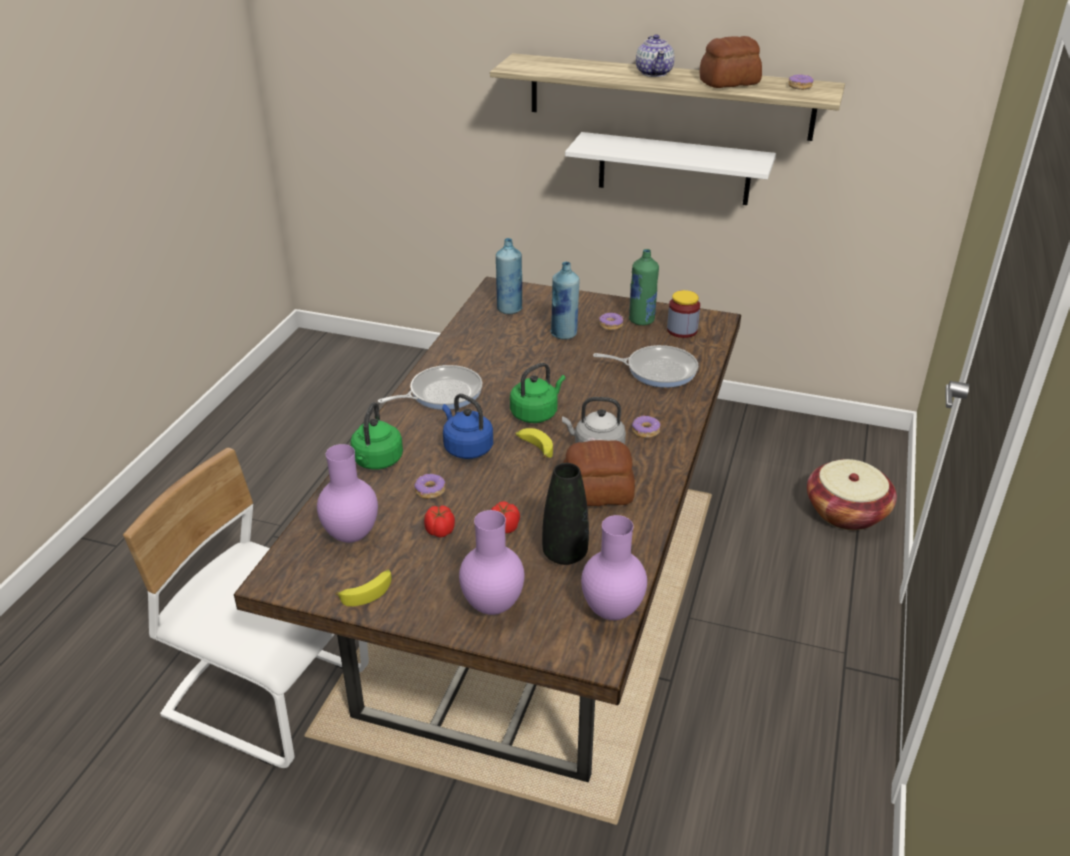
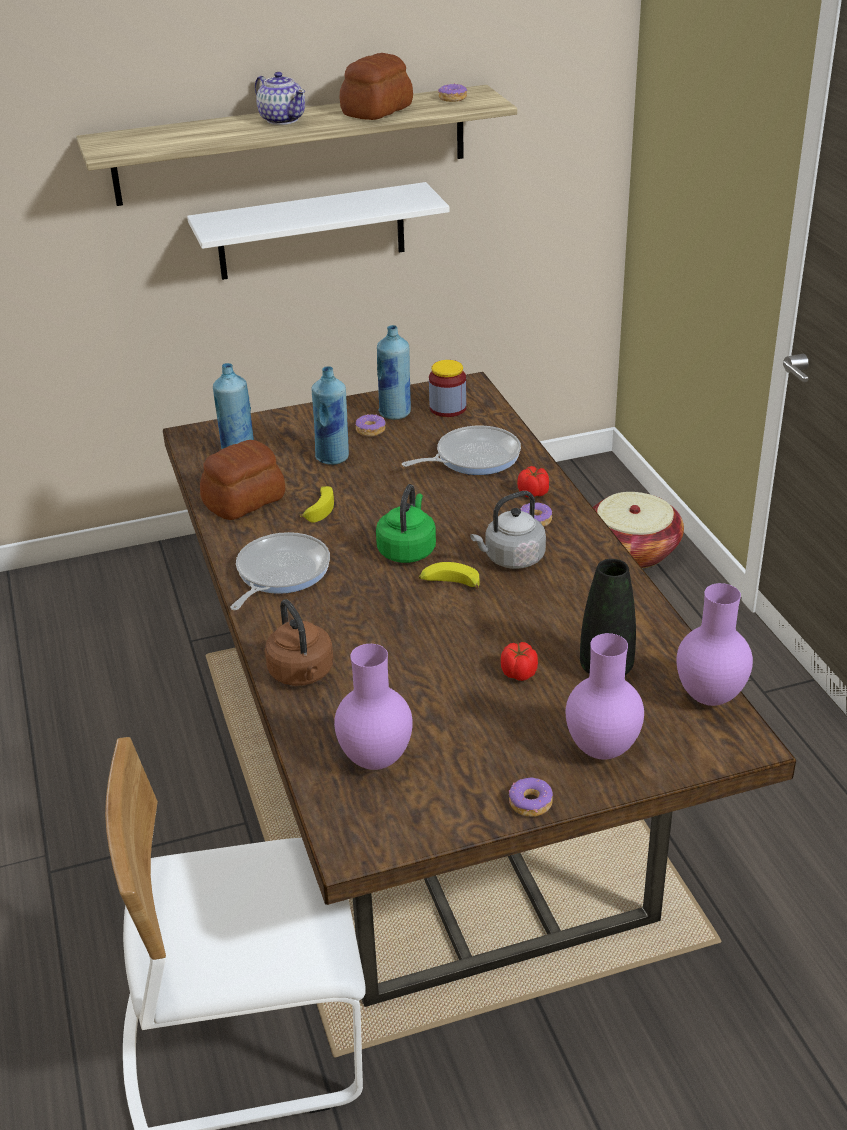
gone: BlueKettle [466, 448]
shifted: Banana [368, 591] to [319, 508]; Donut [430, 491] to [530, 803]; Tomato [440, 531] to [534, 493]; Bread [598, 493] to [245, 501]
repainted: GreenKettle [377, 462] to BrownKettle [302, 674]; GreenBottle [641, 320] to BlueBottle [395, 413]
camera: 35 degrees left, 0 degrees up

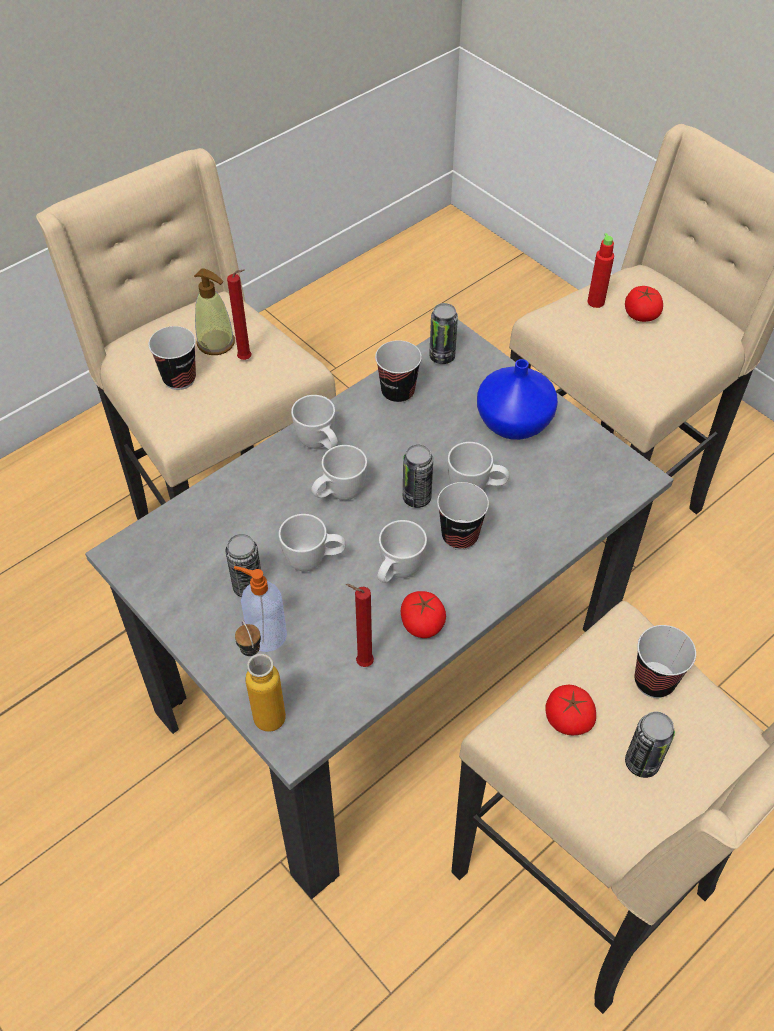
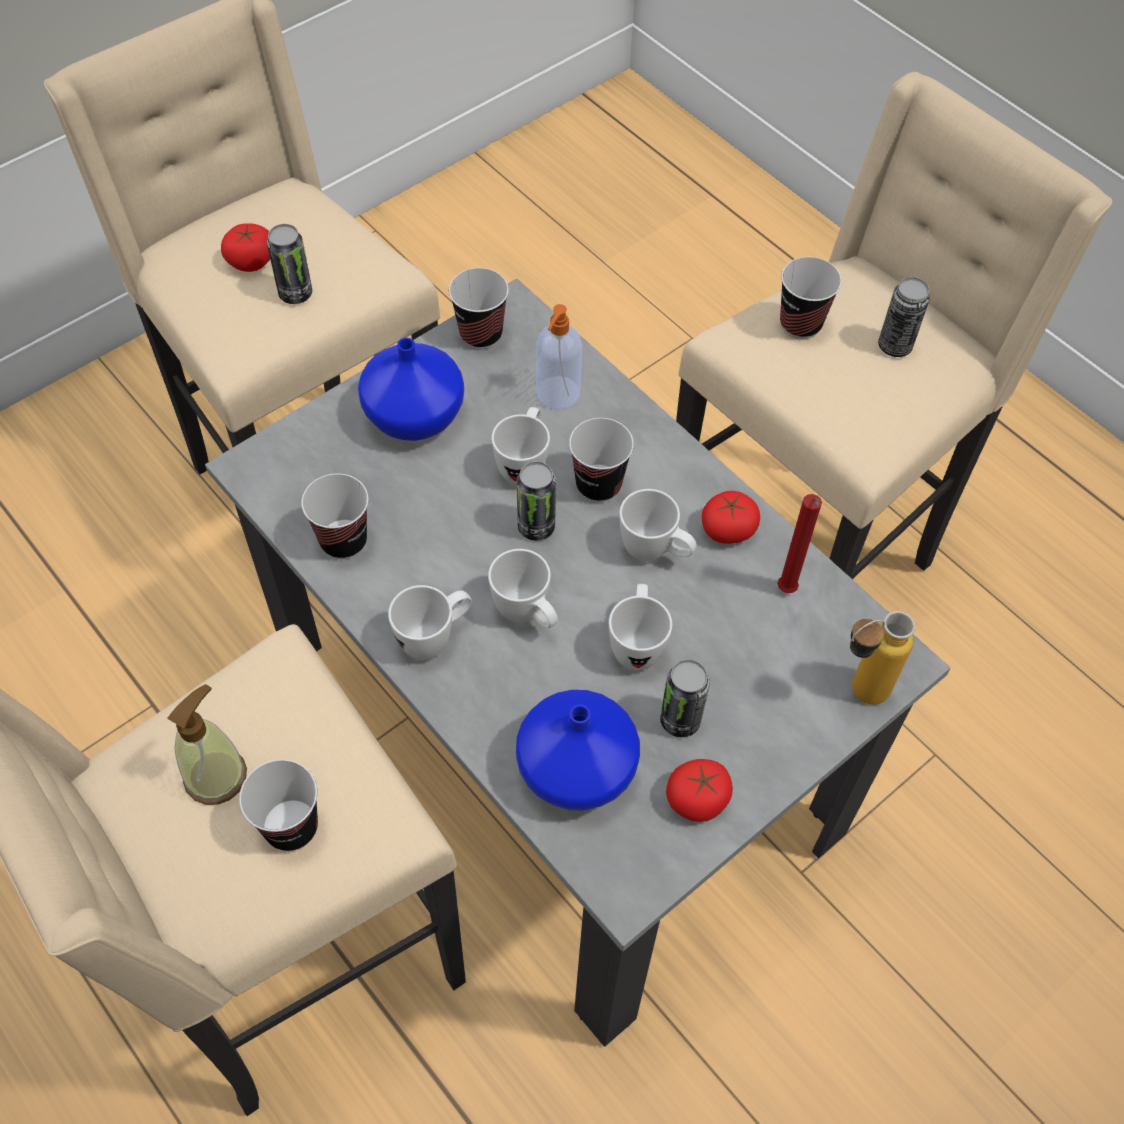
gone: RedCandle [247, 359]; RedBottle [596, 302]
new: Cup [481, 334]; BlueVase [574, 770]
shifted: SoapDispenser [265, 635] to [557, 394]; Can [442, 356] to [295, 293]; Tomato [568, 719] to [697, 799]
camera: 90 degrees left, 5 degrees up

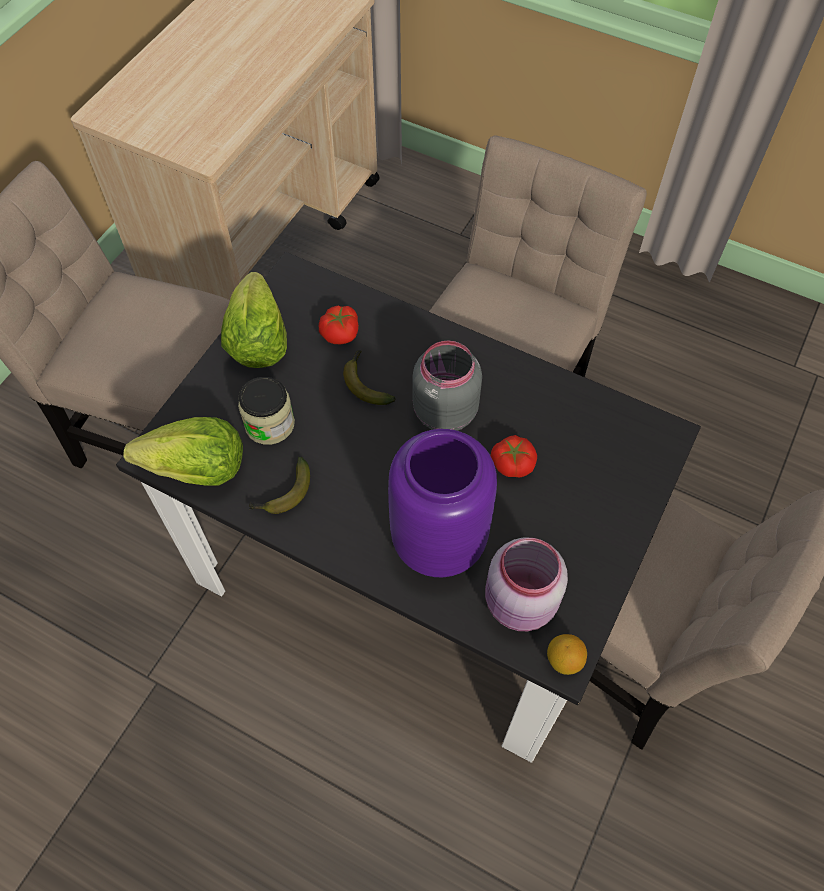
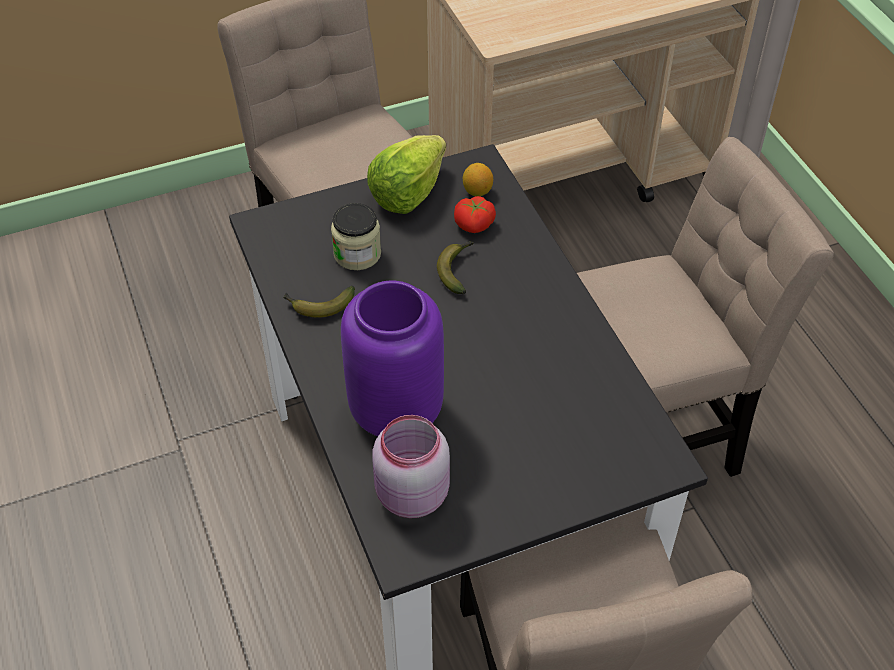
gone: Lettuce [197, 470]; GreyJar [443, 411]; Tomato [512, 463]
shifted: Lemon [564, 660] to [477, 191]
camera: 40 degrees right, 10 degrees down

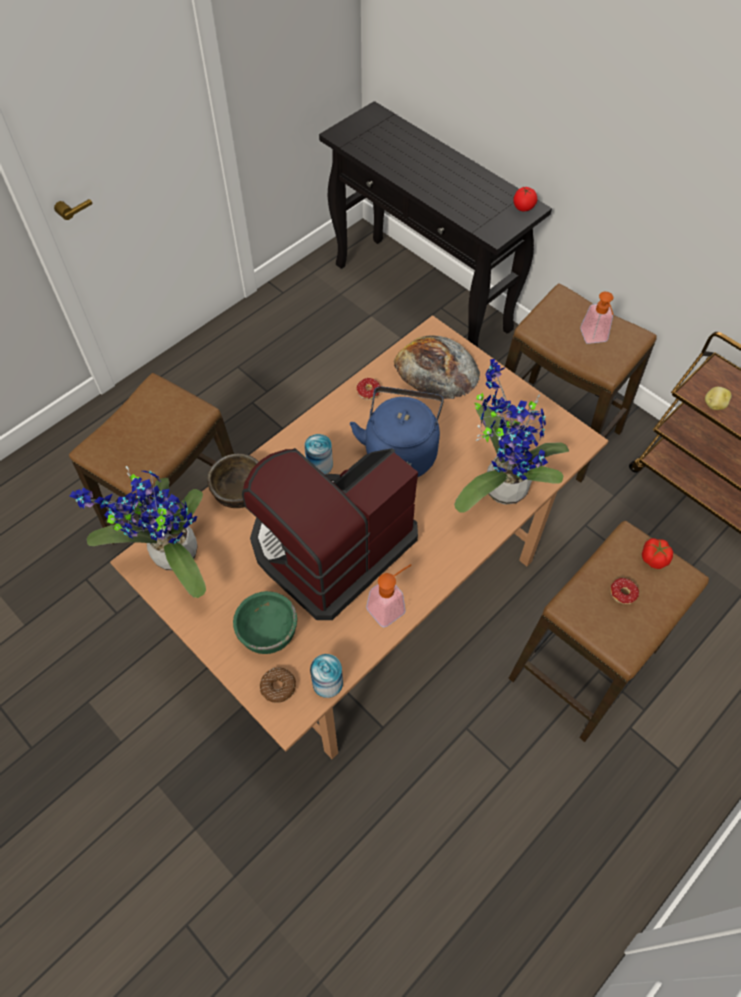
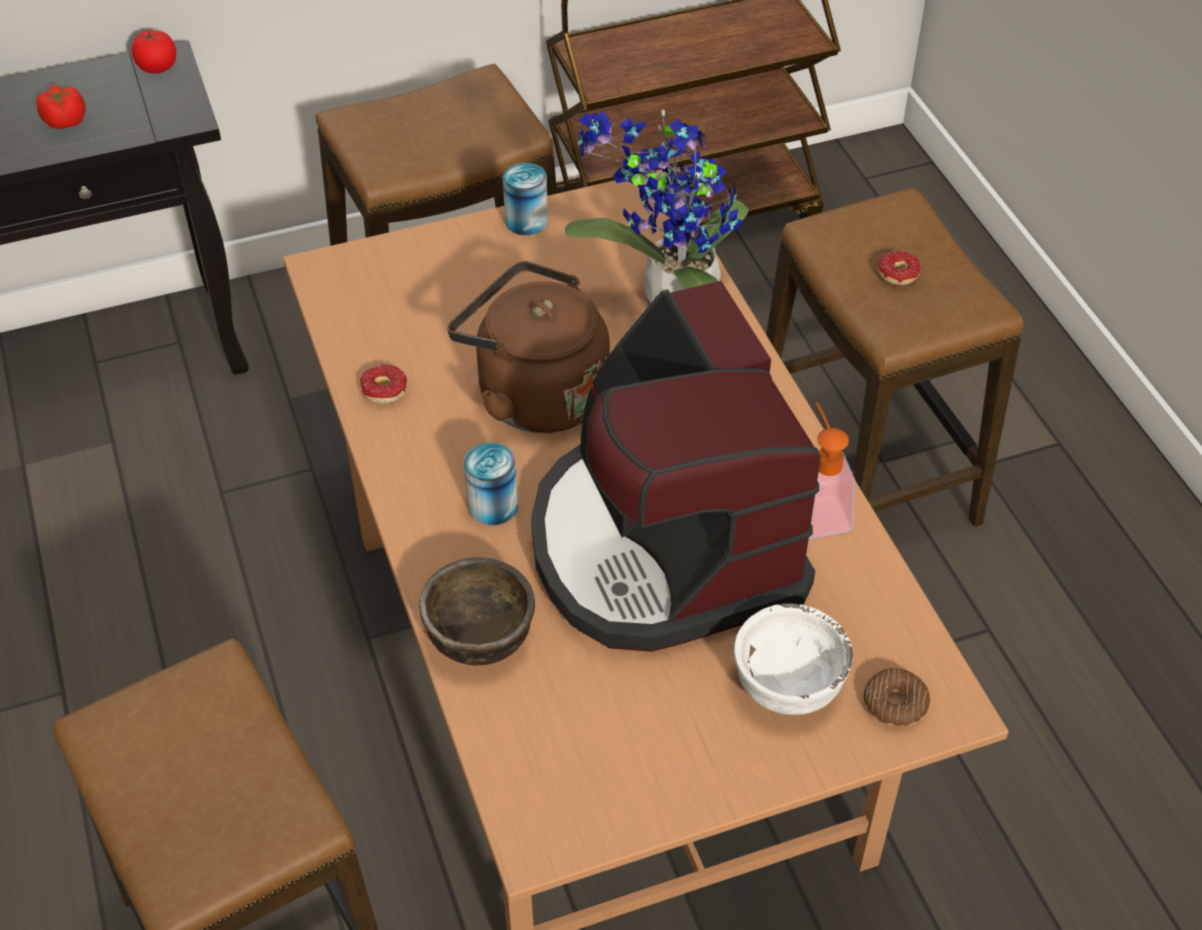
gone: PottedPlant [170, 557]; Bread [436, 368]; SoapDispenser [594, 339]; Potato [714, 404]
shifted: Can [327, 683] to [526, 221]; Tomato [653, 558] to [65, 121]
repainted: GreenBowl [268, 633] to WhiteBowl [789, 686]; BlueKettle [400, 451] to BrownKettle [535, 394]
camera: 65 degrees left, 10 degrees down

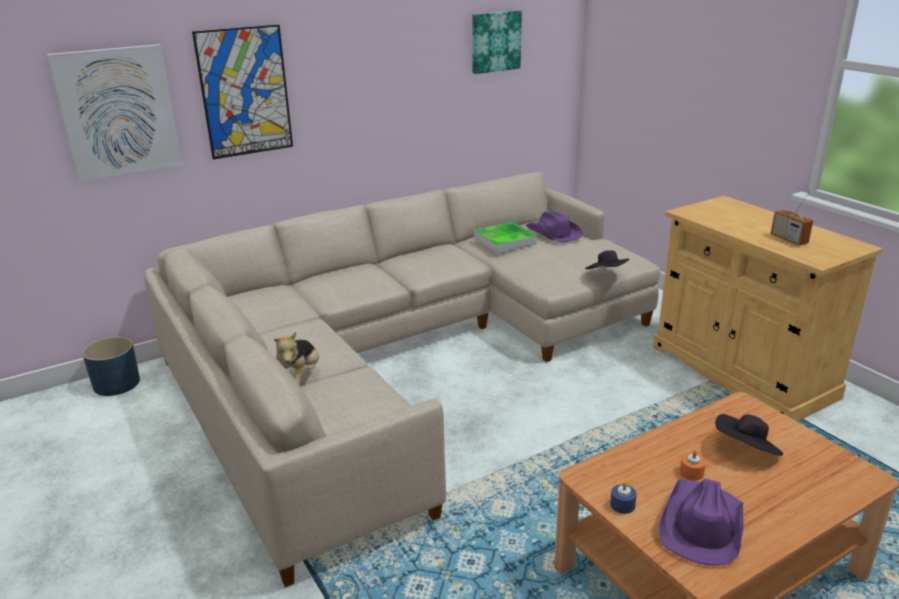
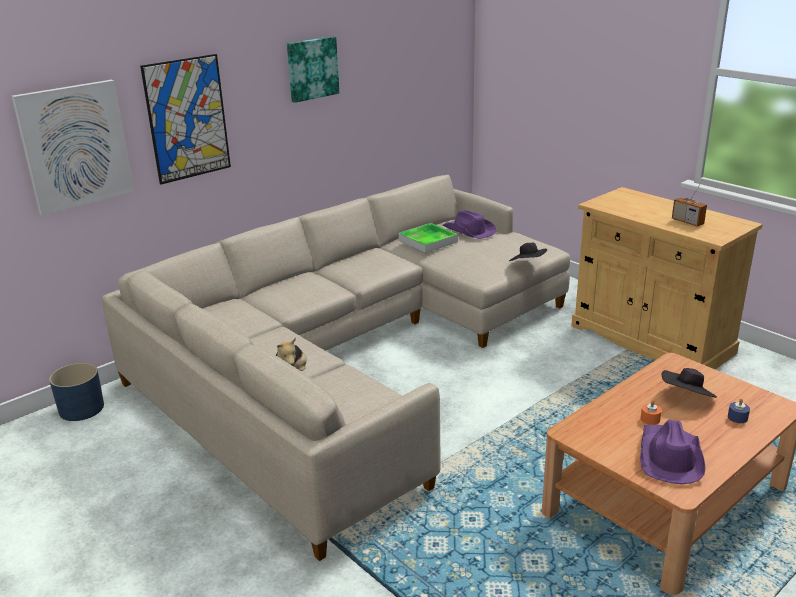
shifted: Picture [495, 41] to [312, 68]; BlueCandle [622, 505] to [737, 417]
camera: 10 degrees left, 0 degrees up

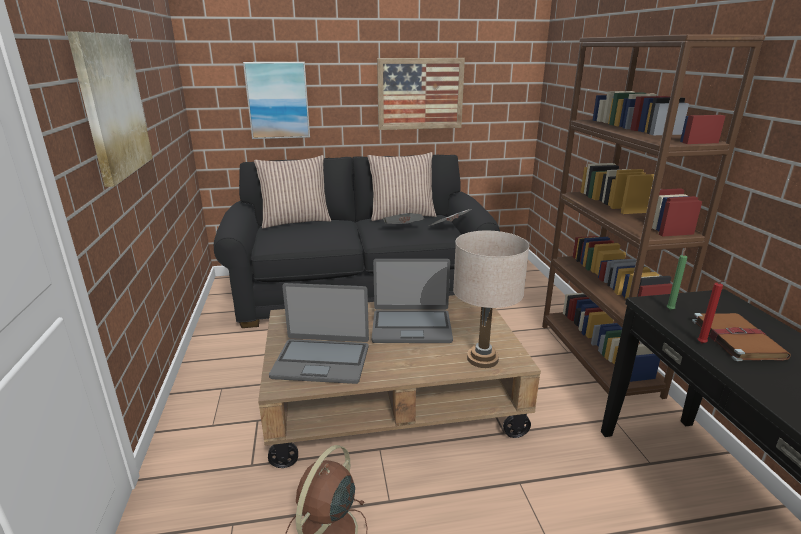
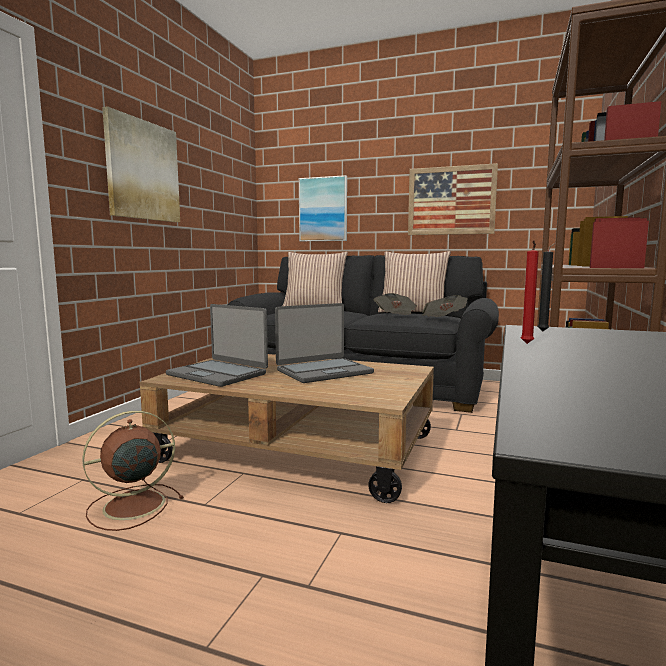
gone: BeigeTableLamp [482, 358]; BrownBook [735, 338]
repainted: GreenCandle [670, 309] to BlackCandle [544, 331]
rotated: Laptop [411, 327] = [323, 371] 60 degrees counterclockwise
camera: 30 degrees right, 15 degrees down

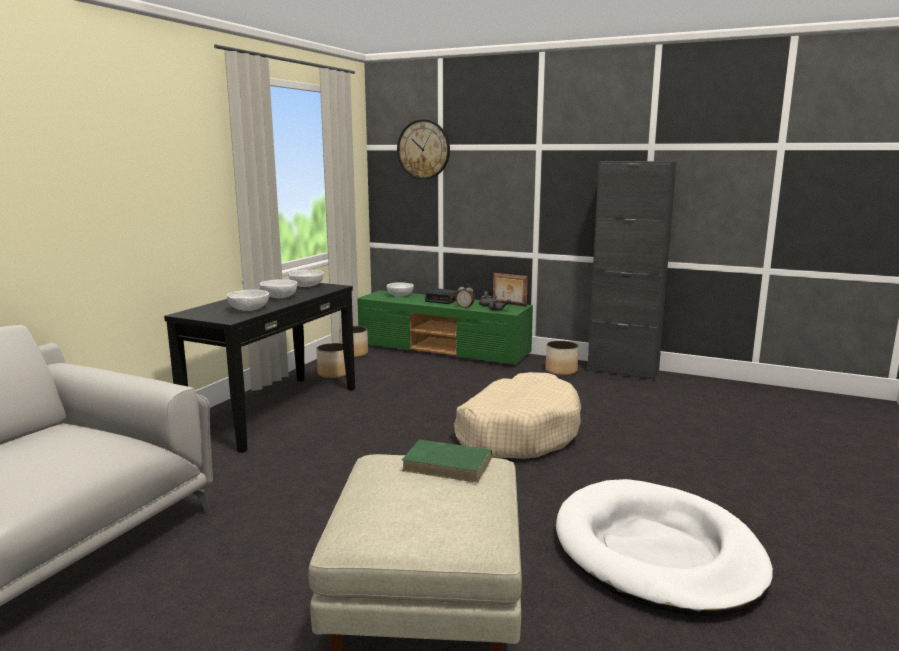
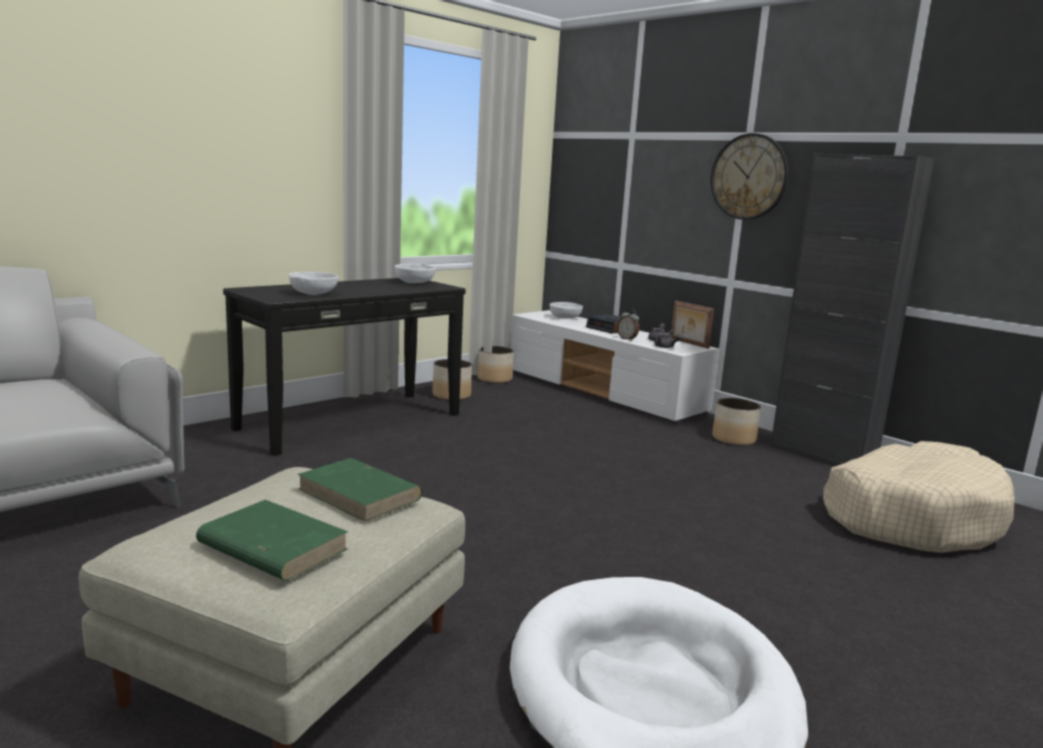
gone: WhiteBowl [279, 297]
new: GreenBook [271, 546]
shifted: WallClock [423, 149] to [749, 177]; BeigeDogBed [517, 433] to [911, 517]
repainted: GreenTvStand [443, 350] to WhiteTvStand [603, 392]
camera: 20 degrees right, 0 degrees up

